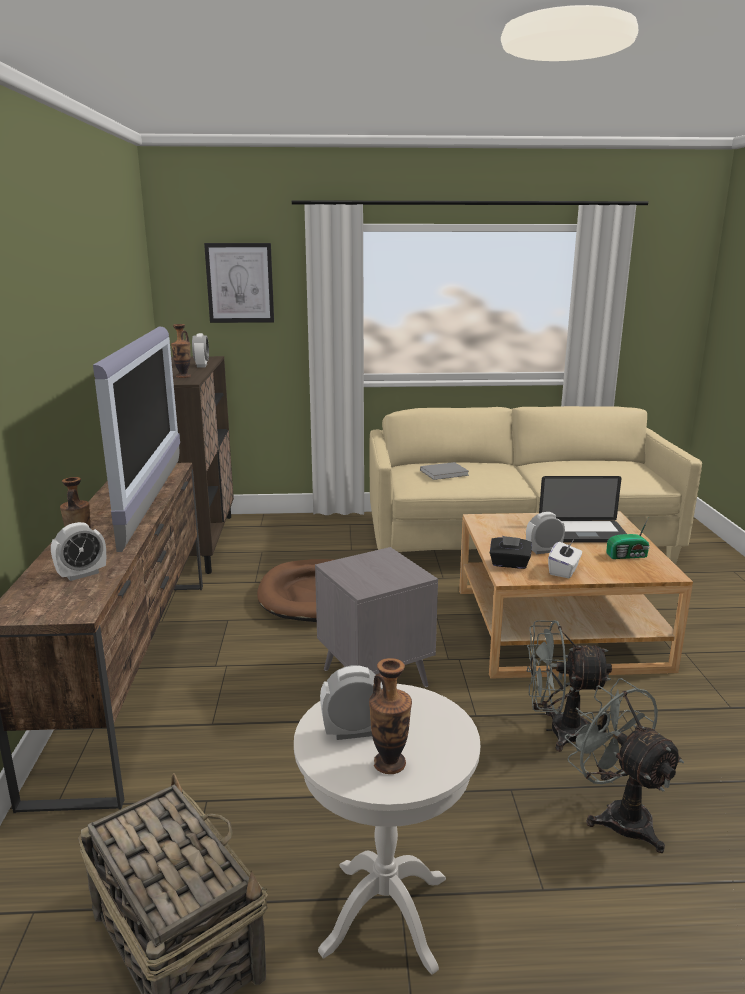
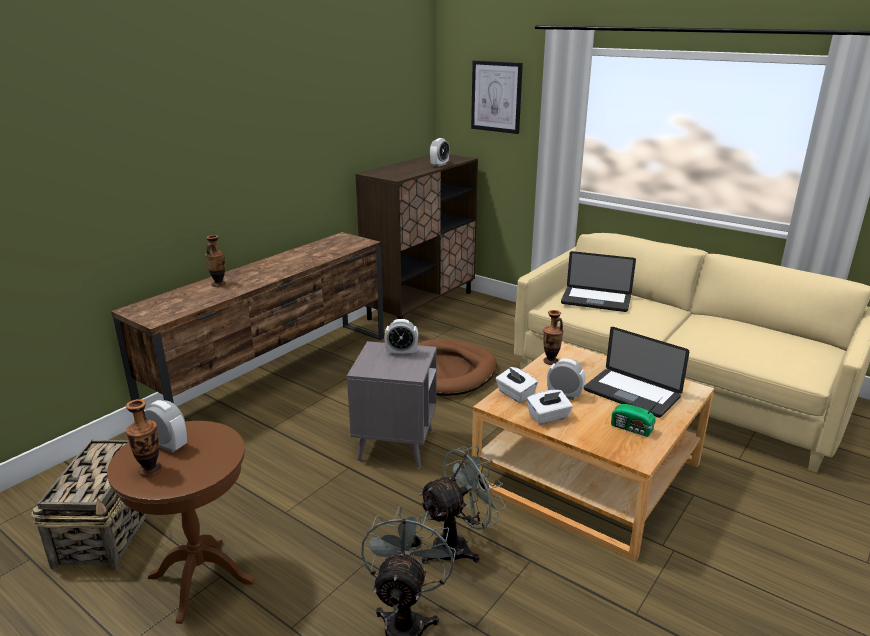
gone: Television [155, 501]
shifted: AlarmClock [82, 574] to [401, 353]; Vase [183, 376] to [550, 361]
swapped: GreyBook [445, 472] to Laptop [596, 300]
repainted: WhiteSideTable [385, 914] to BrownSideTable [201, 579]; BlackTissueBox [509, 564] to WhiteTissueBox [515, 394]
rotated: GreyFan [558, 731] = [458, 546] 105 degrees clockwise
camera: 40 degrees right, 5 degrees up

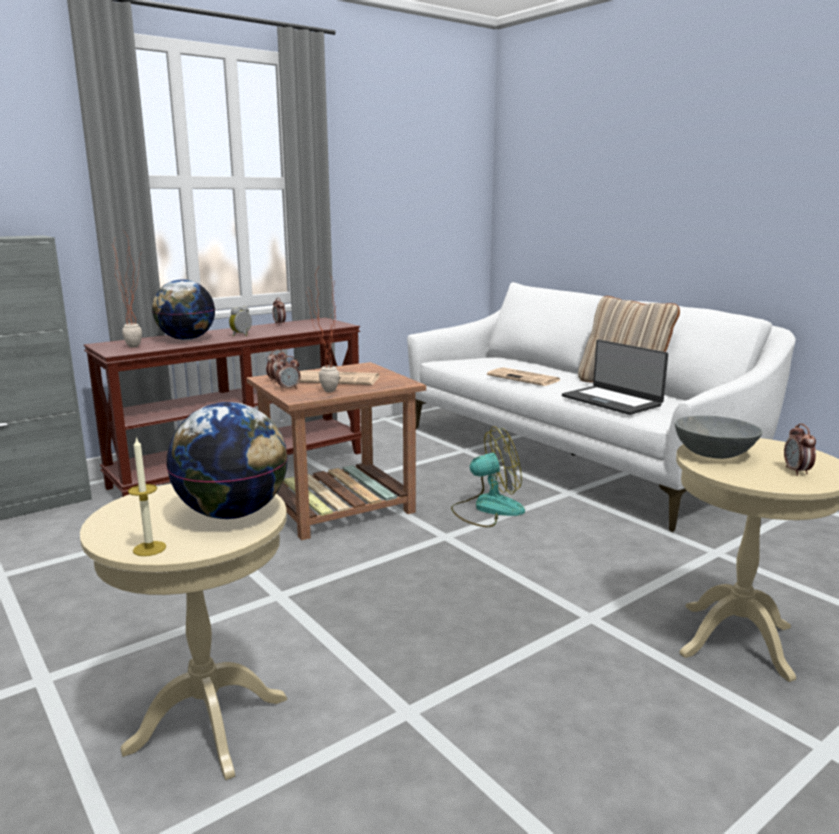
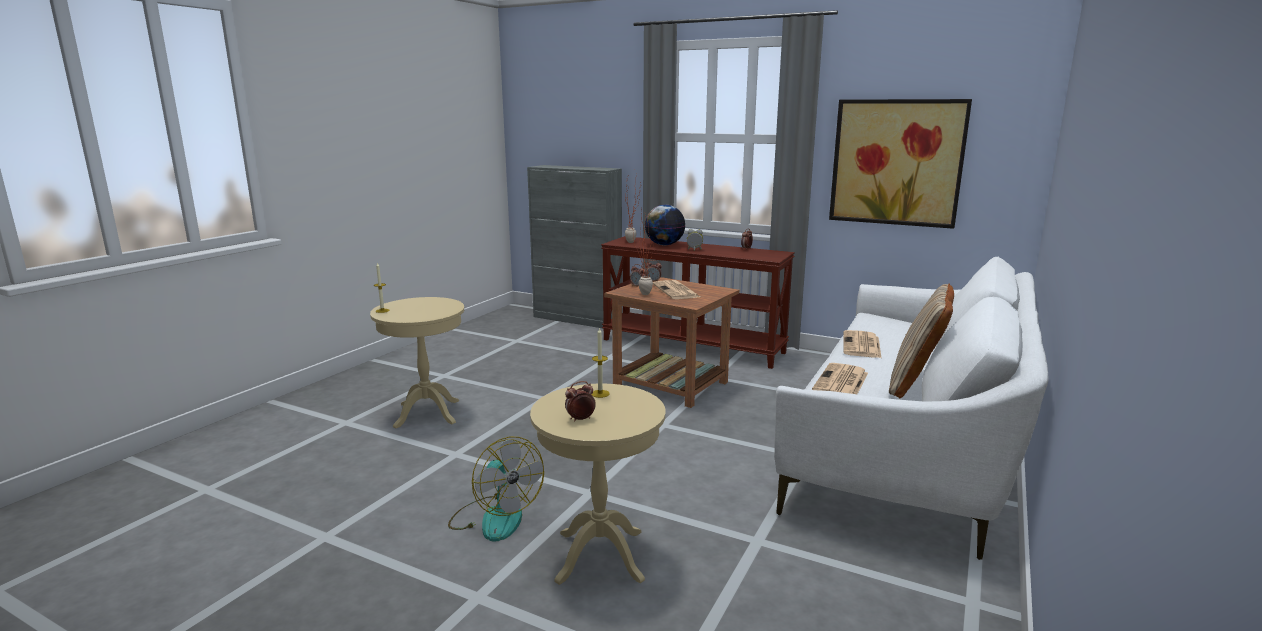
gone: Globe [233, 514]
new: Picture [896, 162]
shifted: Fan [487, 509] to [495, 517]
swapped: Laptop [612, 401] to Newspaper [841, 382]; GreyBowl [715, 454] to Candle [600, 393]
camera: 65 degrees right, 0 degrees up

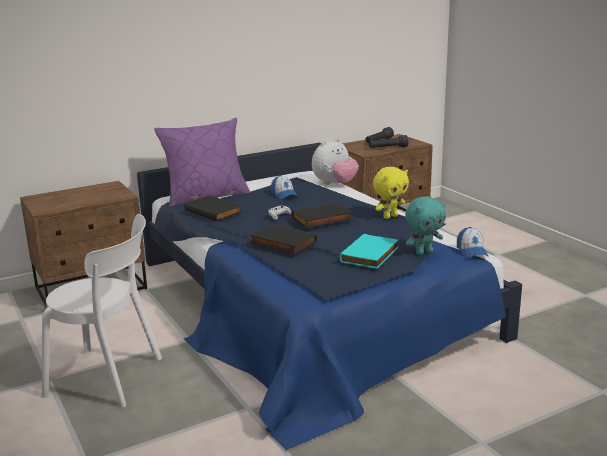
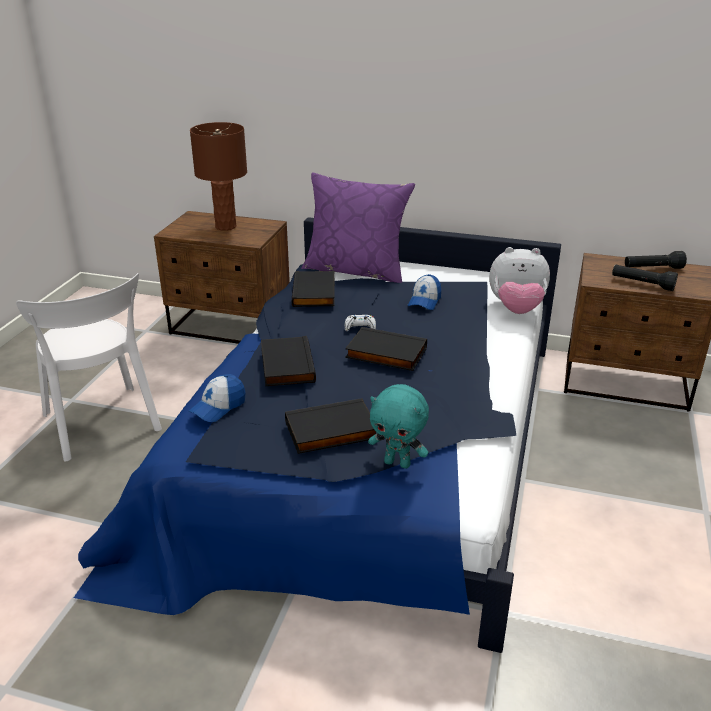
gone: YellowPlushToy [390, 216]
new: BrownTableLamp [225, 226]
shifted: Cap [471, 251] to [218, 407]
repainted: TurquoiseBook [371, 255] to BlackBook [331, 431]
camera: 45 degrees right, 10 degrees up

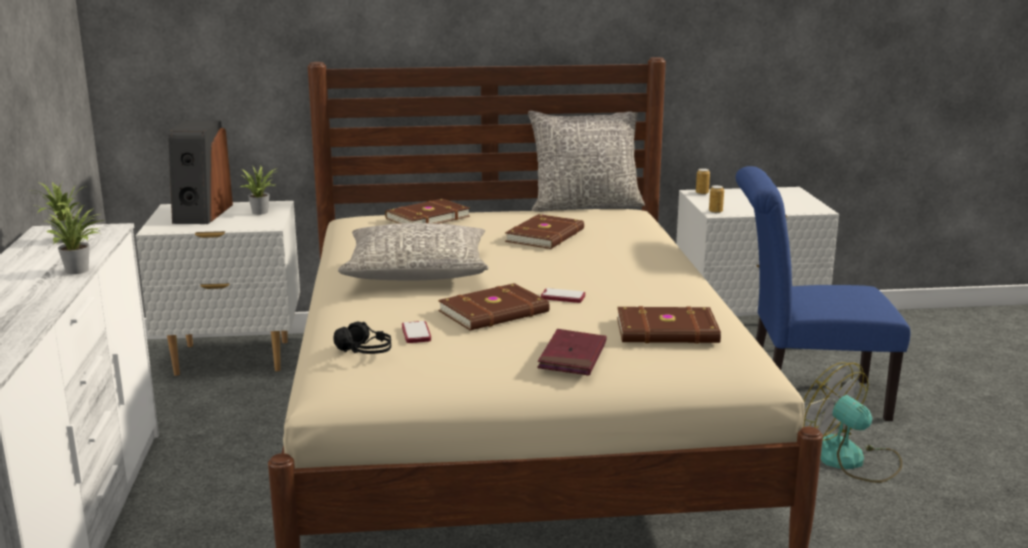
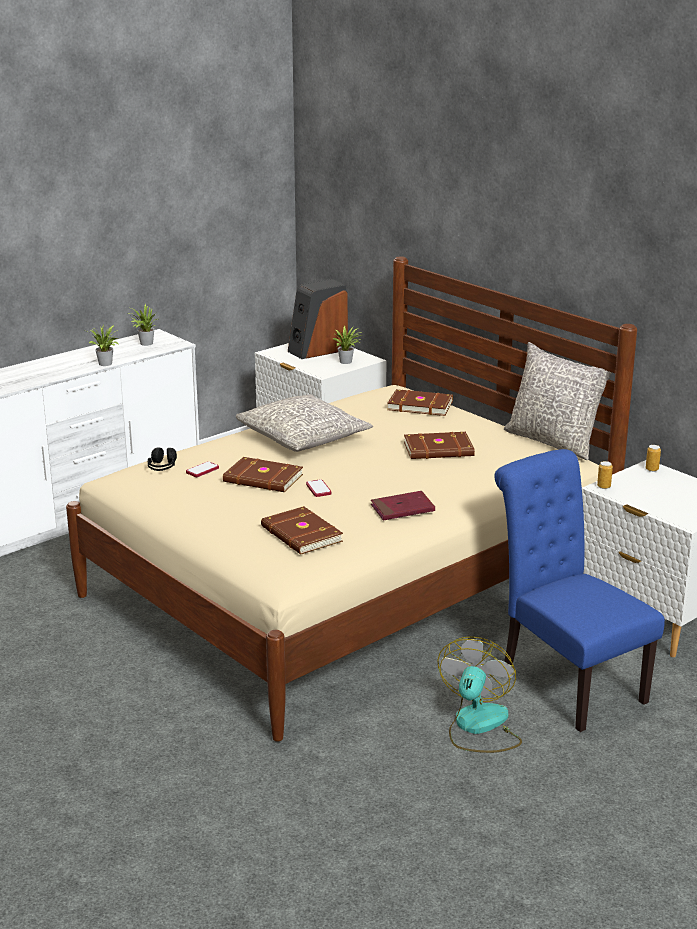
shifted: RedBook [572, 356] to [402, 509]
camera: 55 degrees right, 5 degrees up

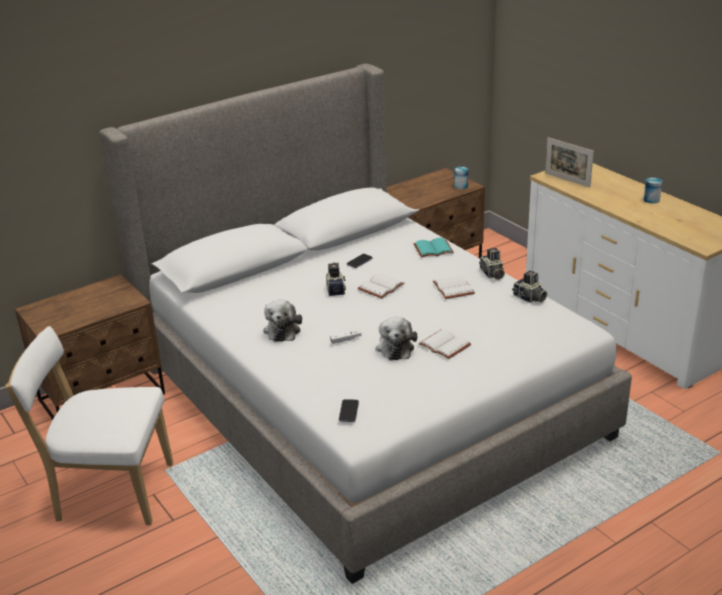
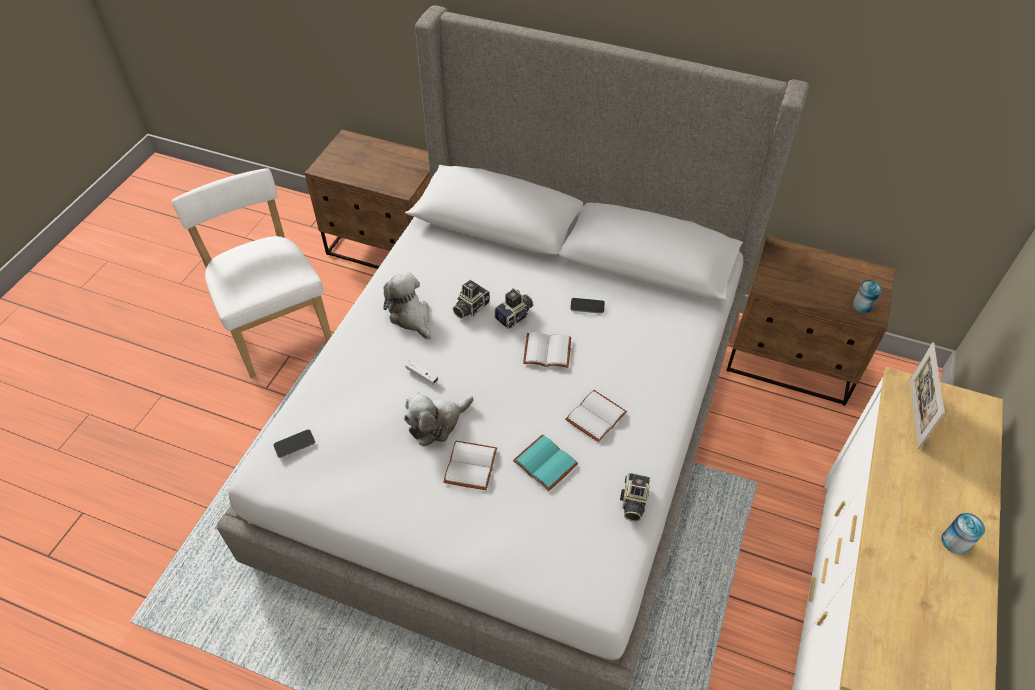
shifted: TurquoiseBook [433, 250] to [543, 463]; PhotoCamera [492, 274] to [470, 307]
rotated: PlushToy [282, 329] = [411, 316] 90 degrees clockwise
camera: 55 degrees right, 20 degrees up

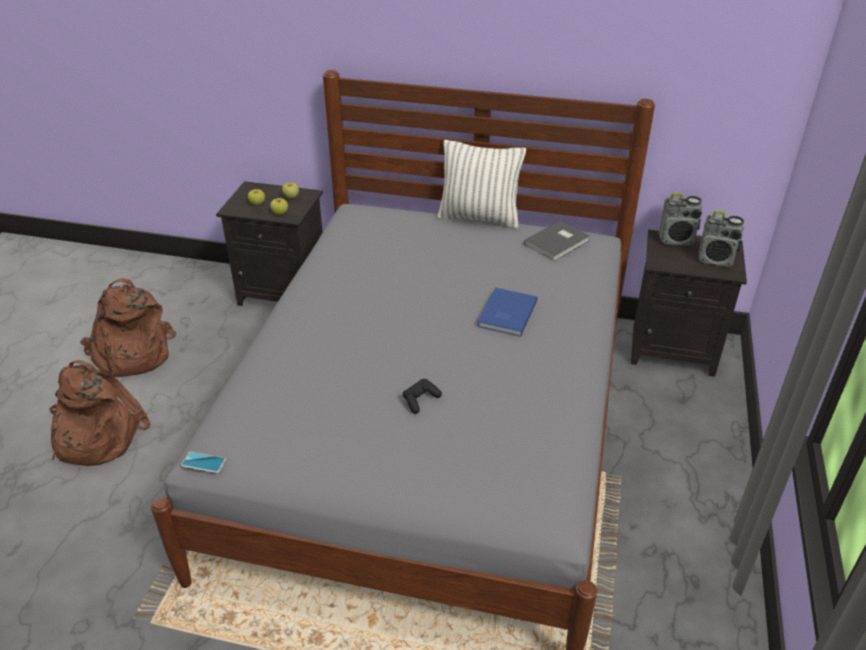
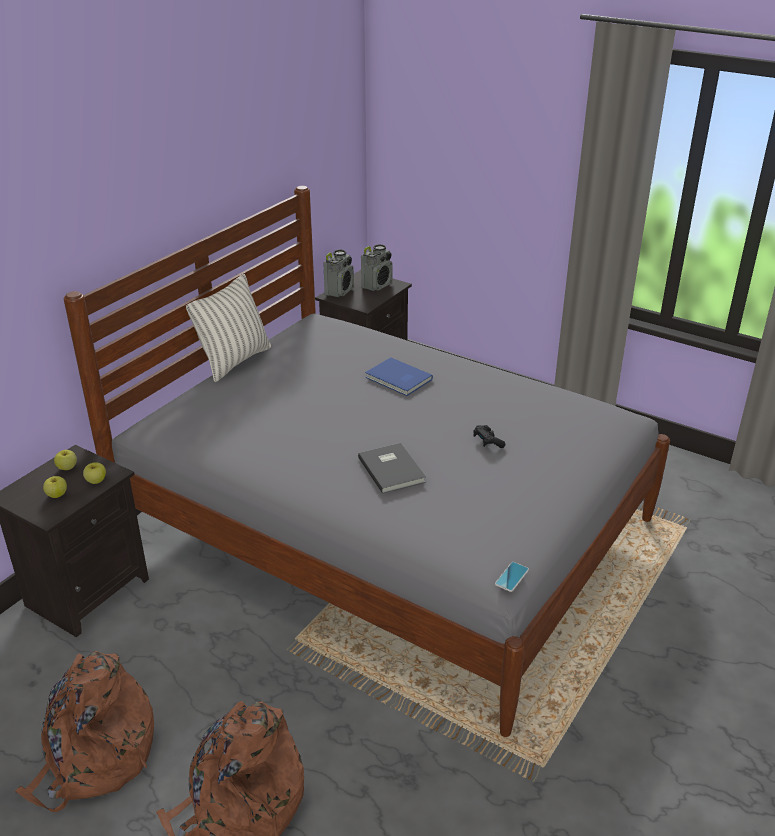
shifted: GreyBook [558, 242] to [392, 469]
camera: 70 degrees left, 5 degrees down

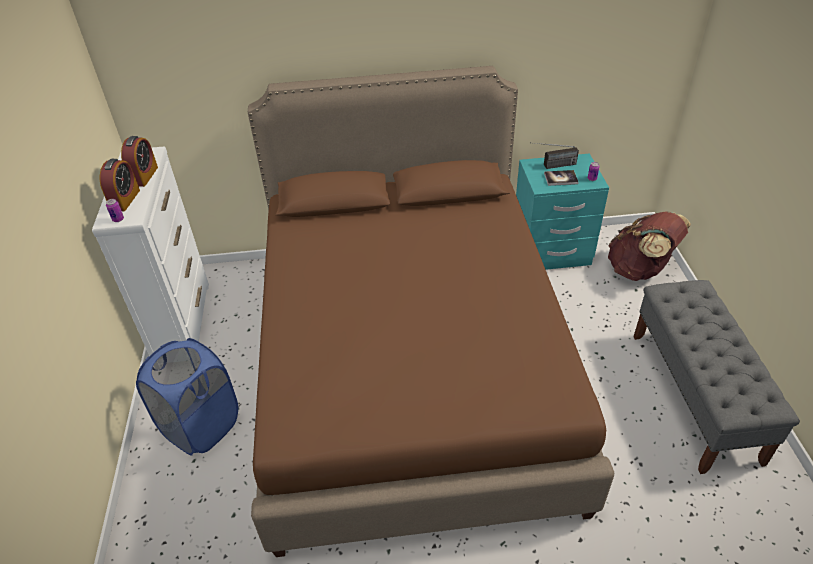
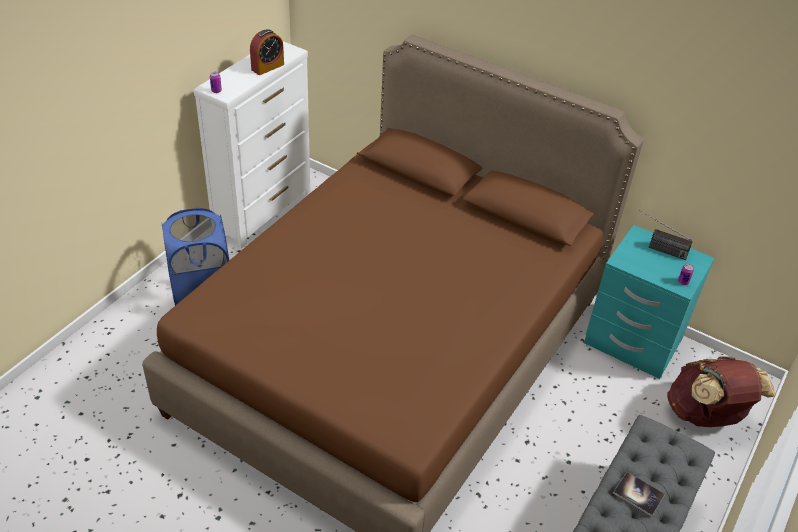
gone: AlarmClock [125, 200]
shifted: Book [560, 178] to [638, 494]
camera: 35 degrees right, 0 degrees up

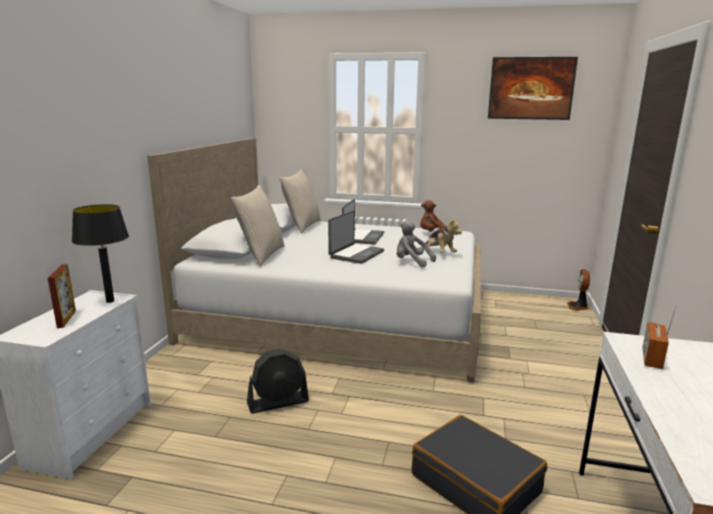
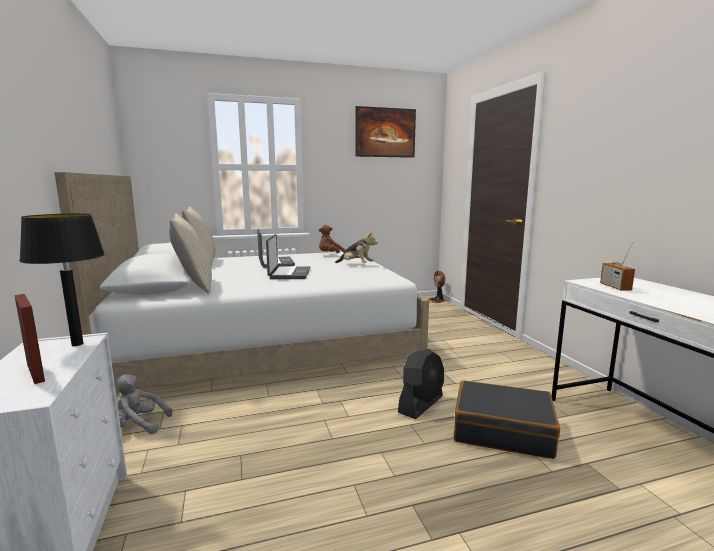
shifted: BlackFan [278, 402] to [421, 404]; GreyPlushToy [411, 262] to [139, 425]
camera: 30 degrees left, 5 degrees down

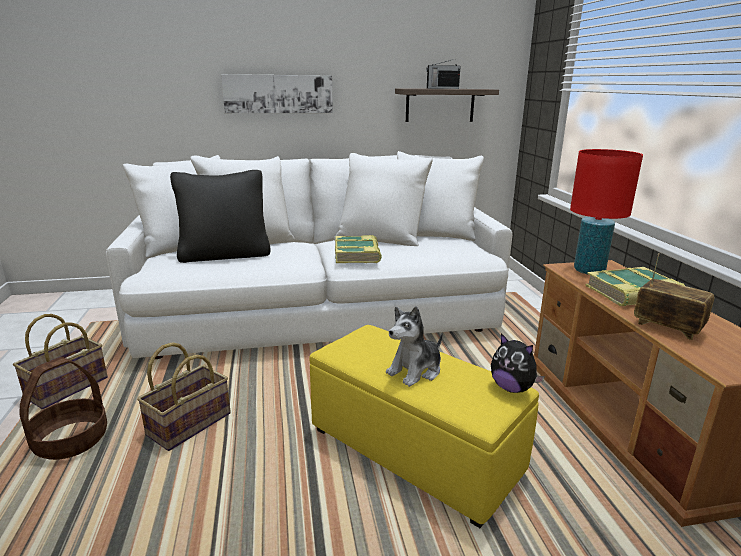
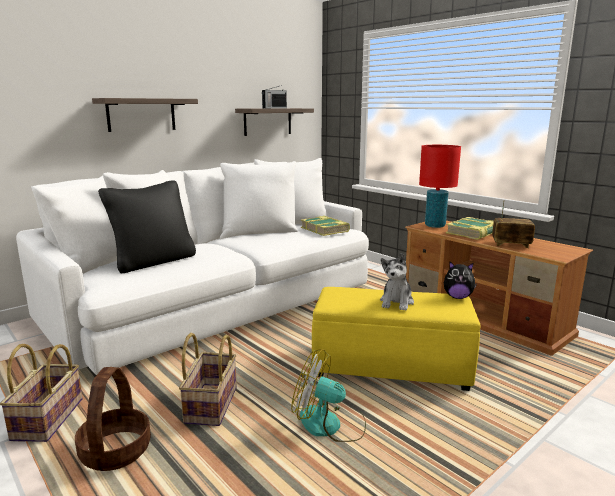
new: Fan [330, 425]
shifted: Book [357, 254] to [325, 230]
swapped: Picture [278, 94] to Shelf [141, 114]
camera: 30 degrees left, 5 degrees down

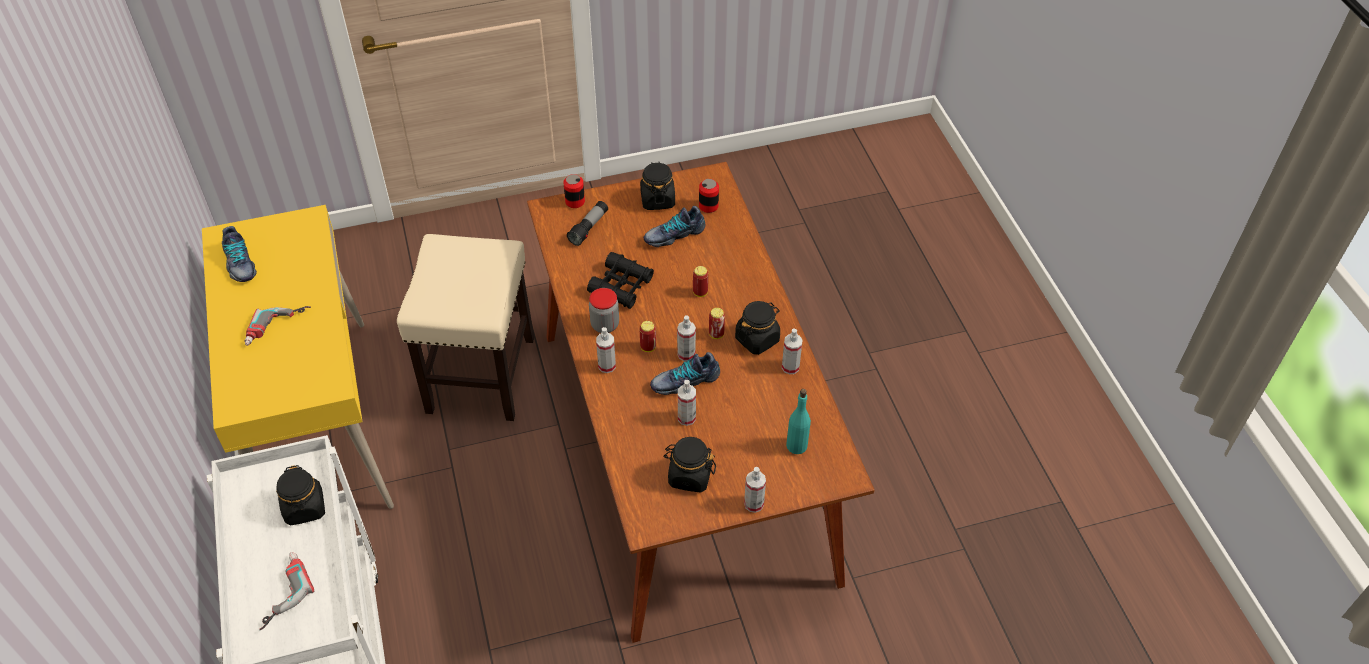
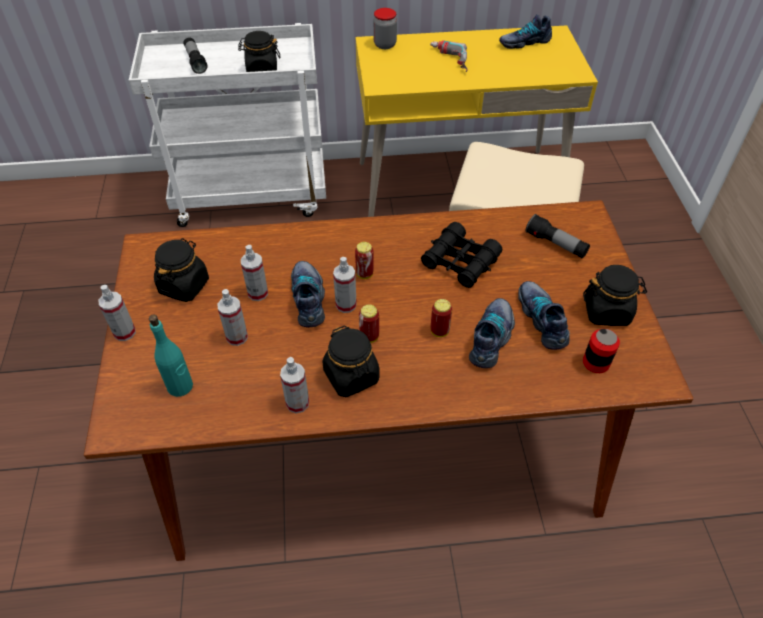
gone: Can [575, 202]
new: Shoe [492, 338]
shifted: Jar [605, 325] to [385, 44]; SprayBottle [607, 366] to [237, 337]
swapped: PowerDrill [280, 592] to Flashlight [196, 61]
camera: 100 degrees right, 0 degrees up

